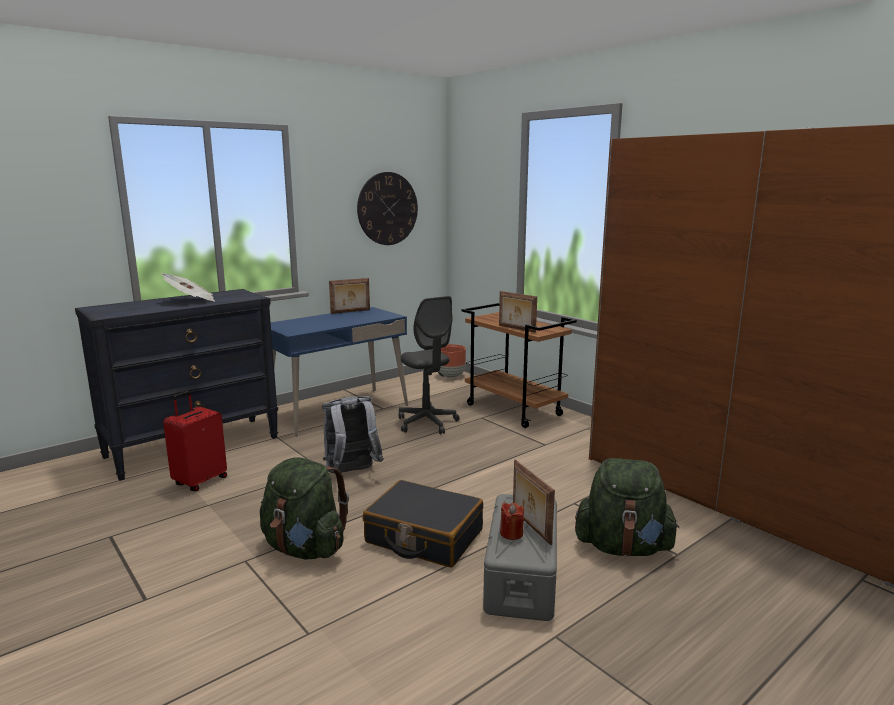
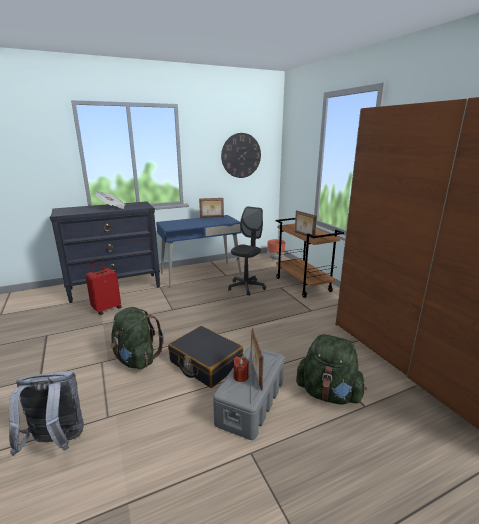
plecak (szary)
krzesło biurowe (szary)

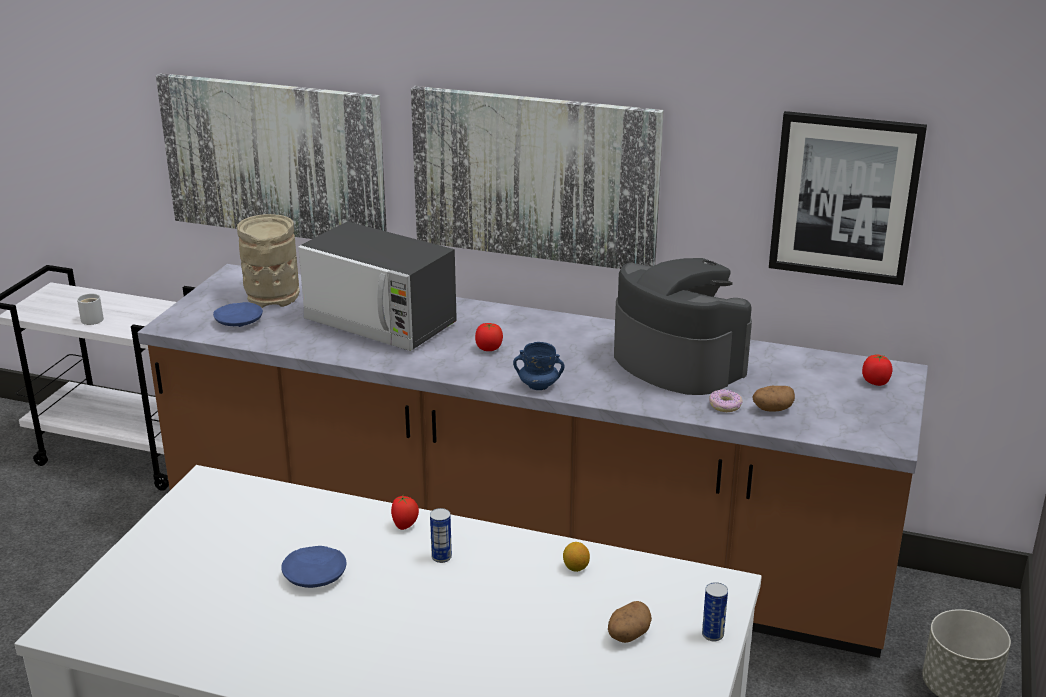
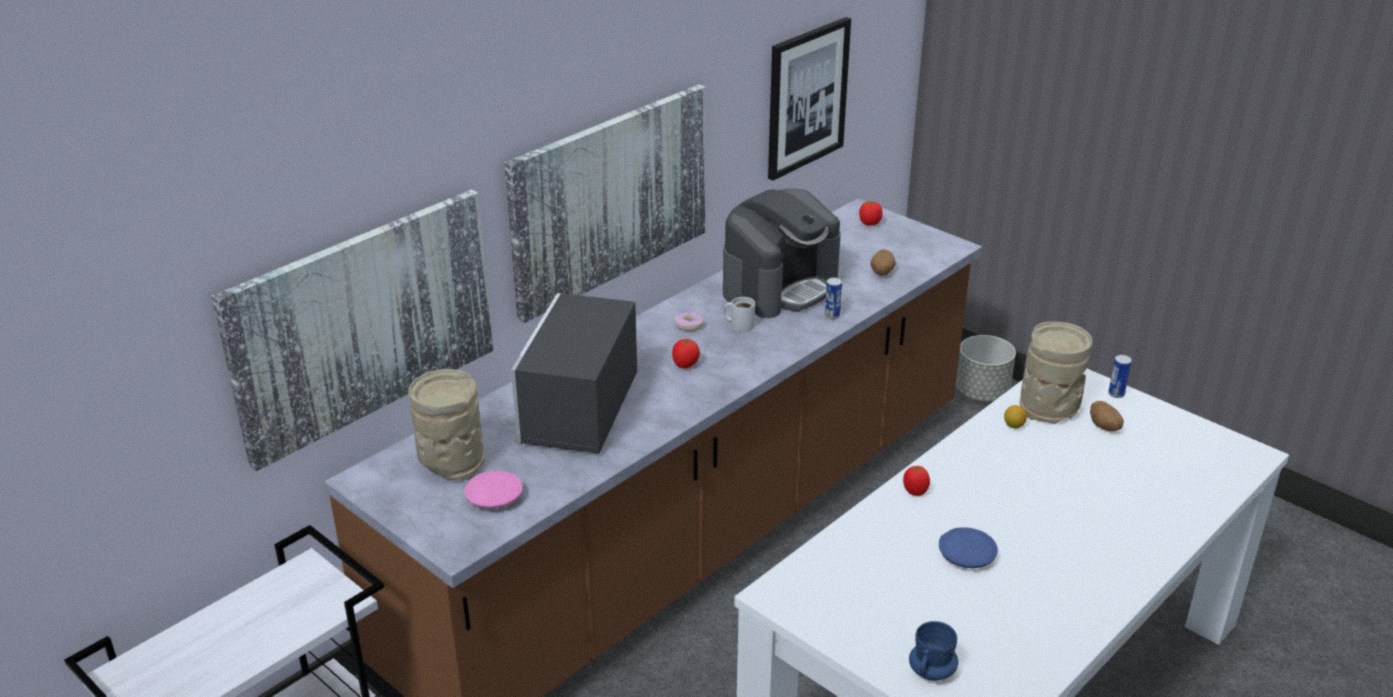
talerz (różowy)
mikrofalówka
donut
ekspres do kawy
kubek (biały)
puszka (no. 1 from left)
kubek (niebieski)
wazon (beżowy) (no. 2 from left)

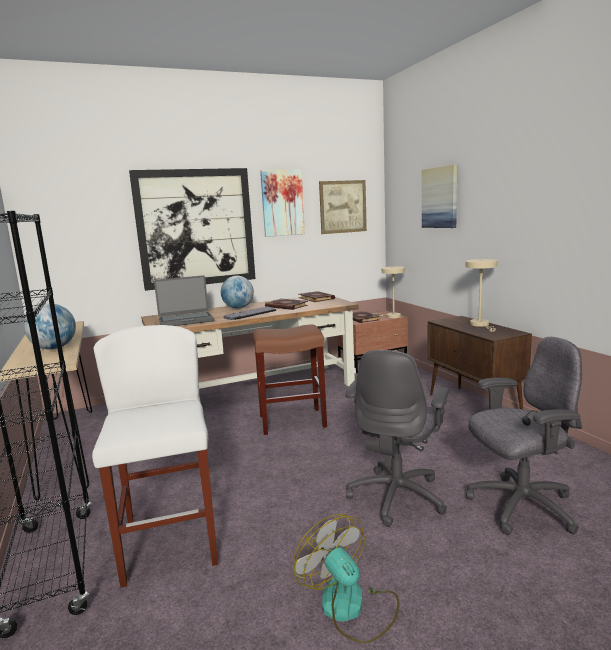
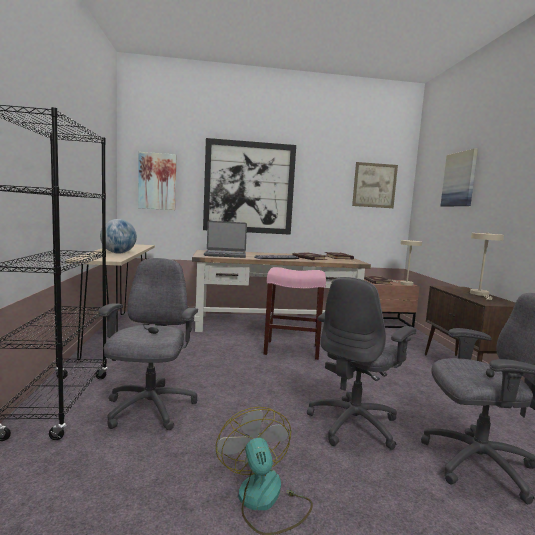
krzesło biurowe (szary) (no. 1 from left)
obraz (no. 1 from left)
stołek (różowy)
globus (no. 2 from left in the first image)

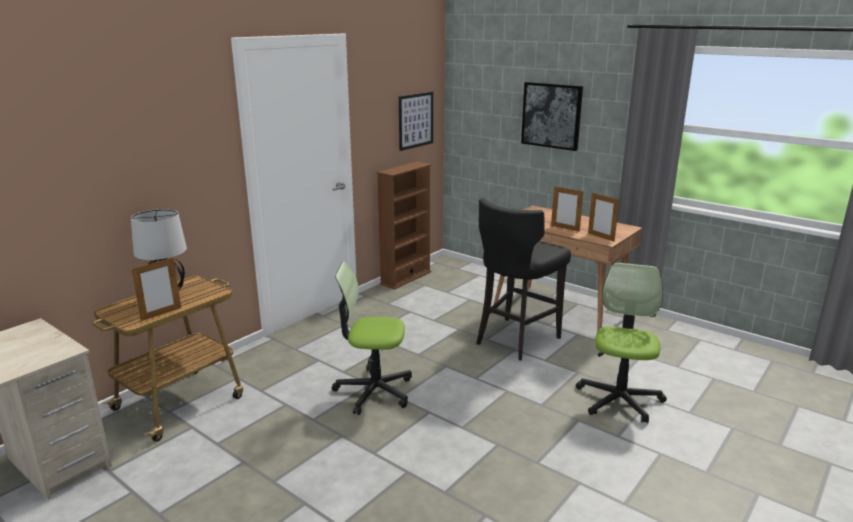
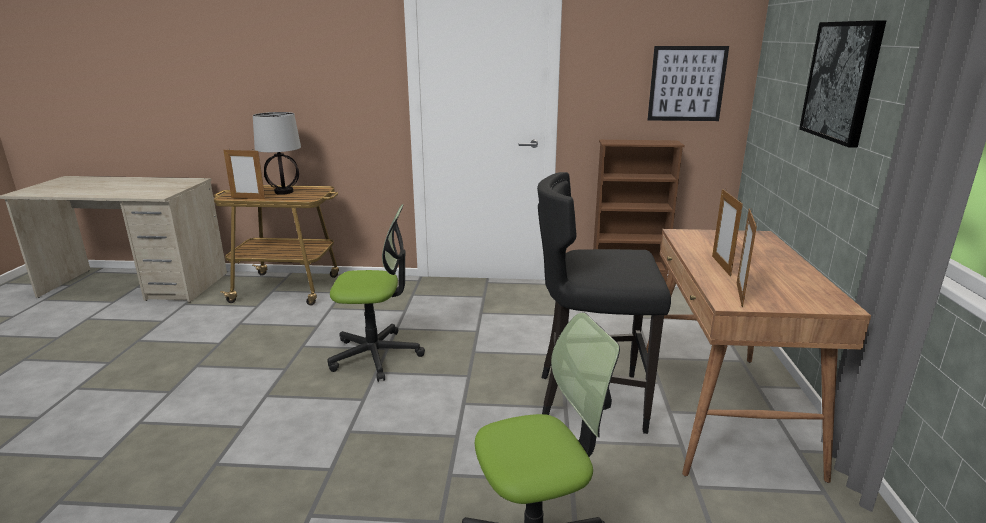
krzesło biurowe (no. 1 from left)

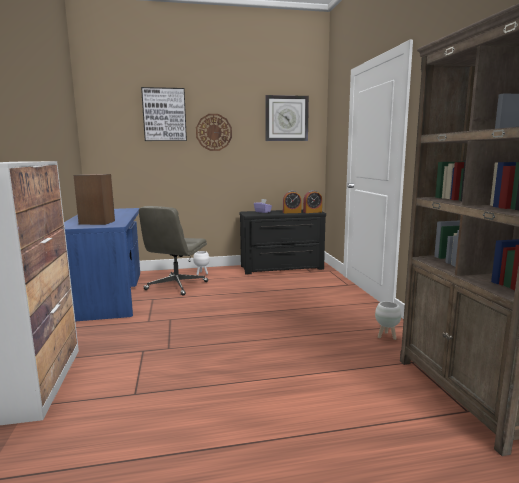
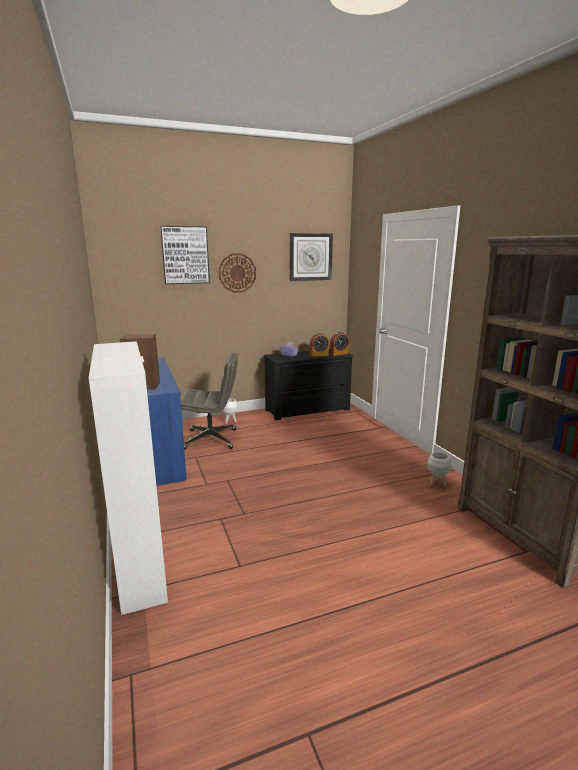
krzesło biurowe (szary)

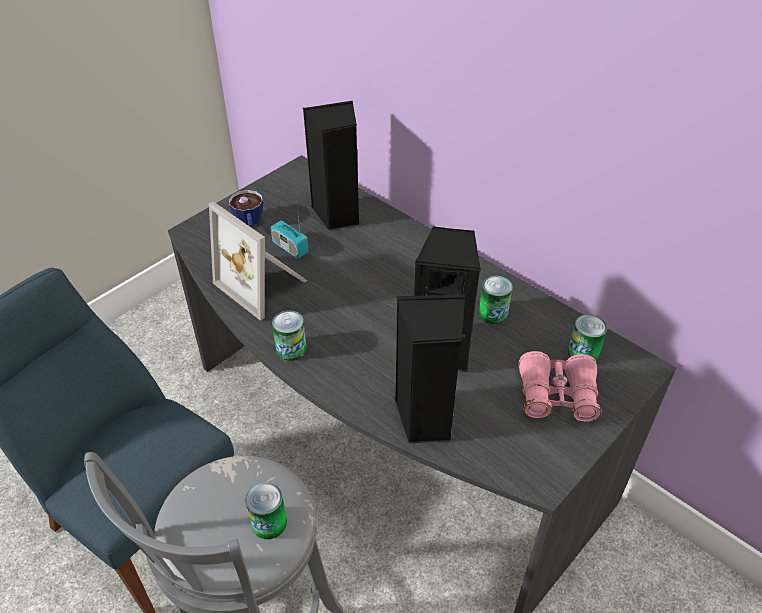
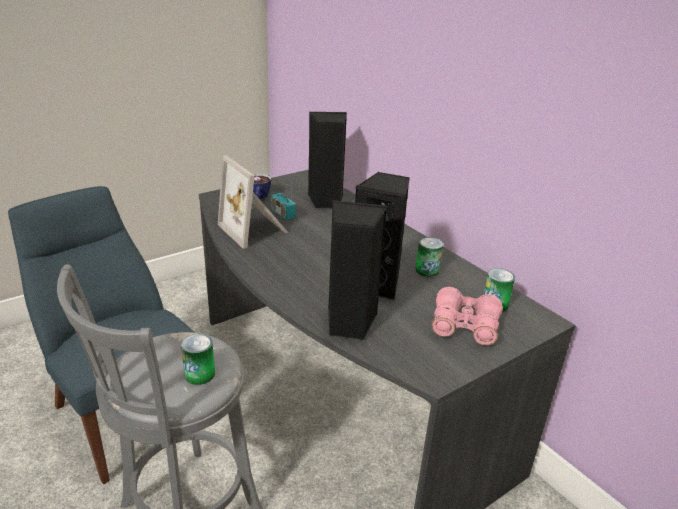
puszka (no. 2 from left in the first image)

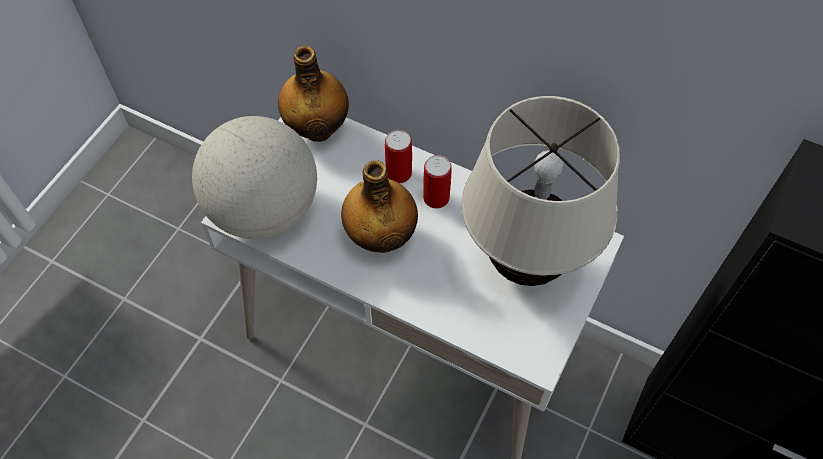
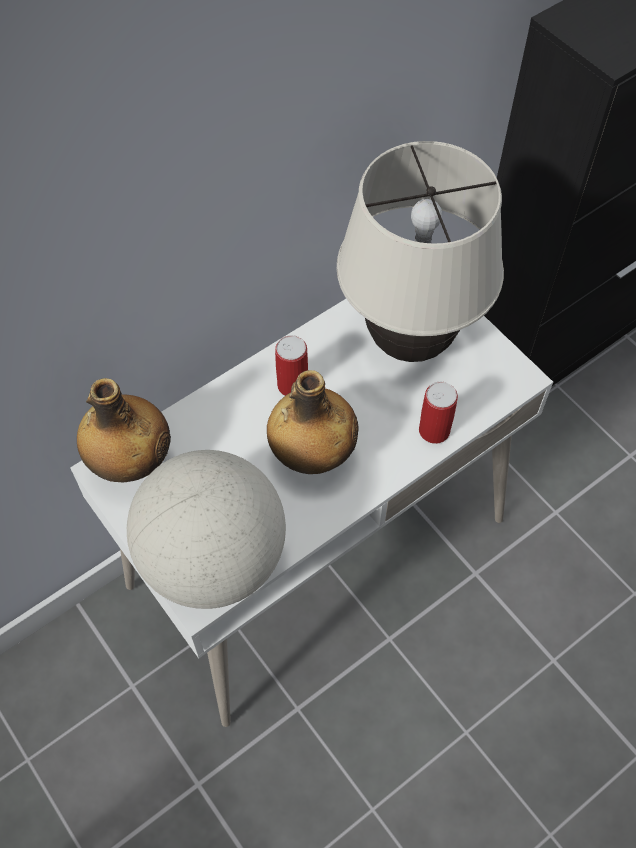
puszka (no. 2 from left)

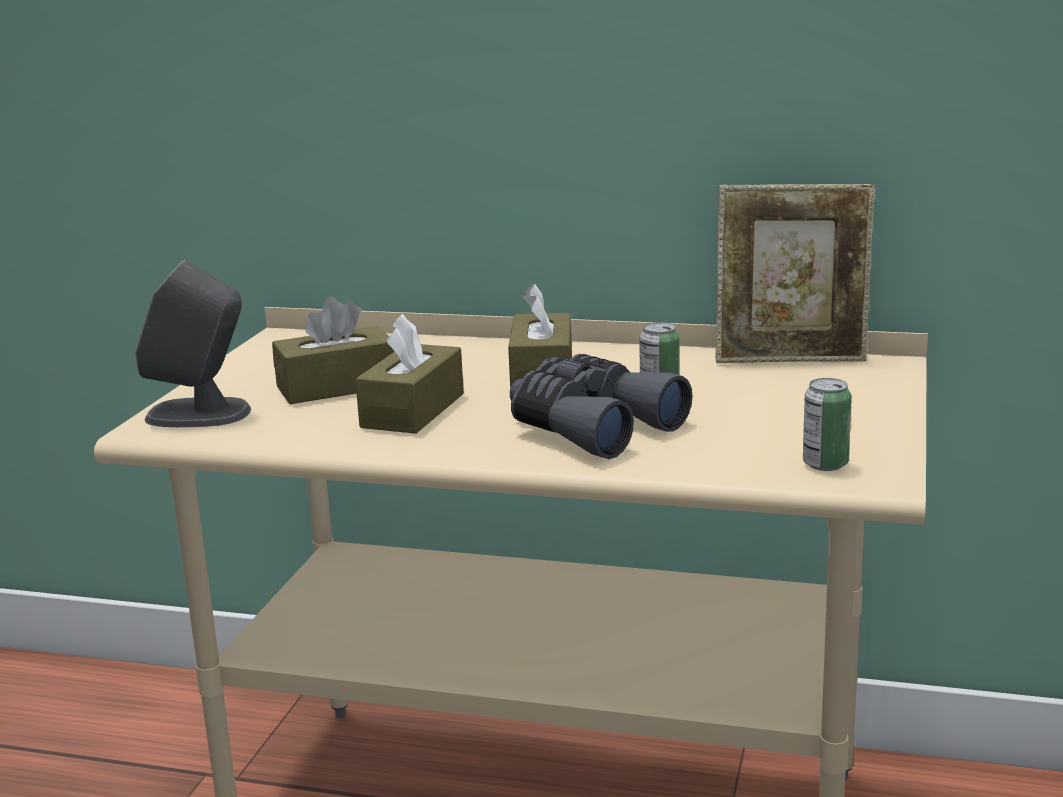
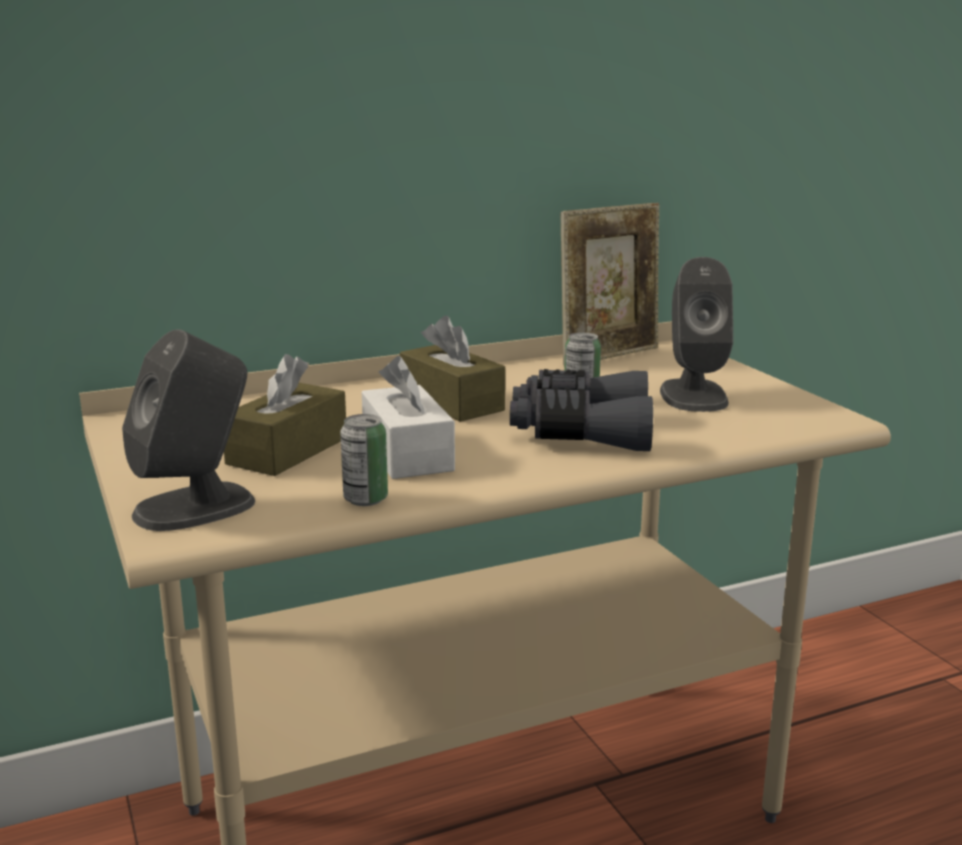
puszka (no. 1 from left)
pudełko chusteczek (biały)
głośnik (szary) (no. 2 from left)

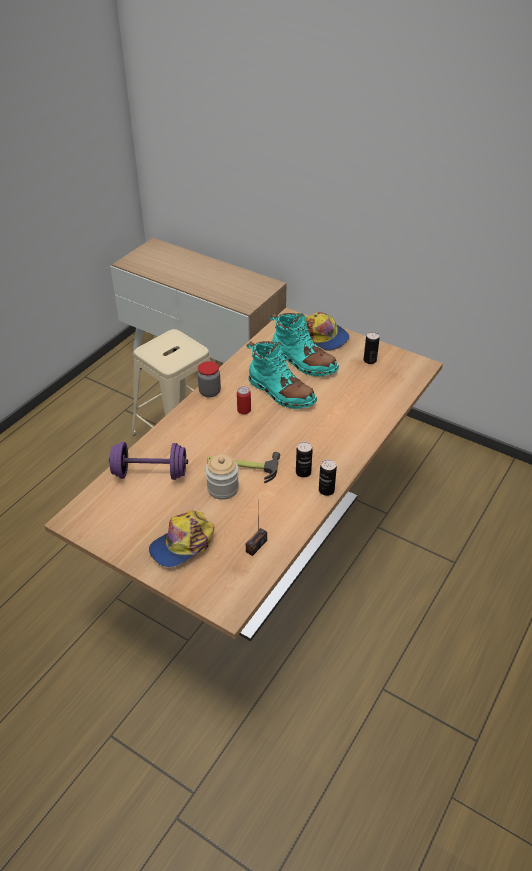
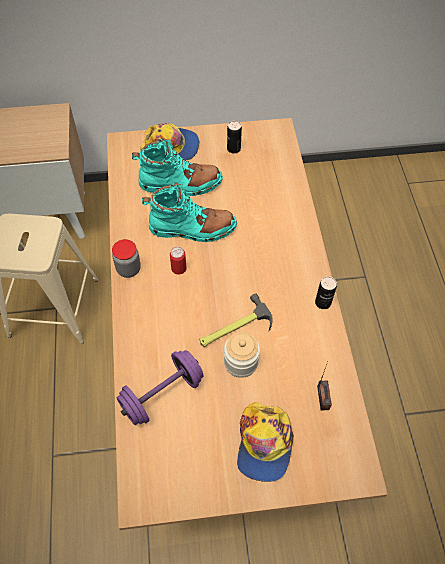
puszka (no. 2 from left in the first image)

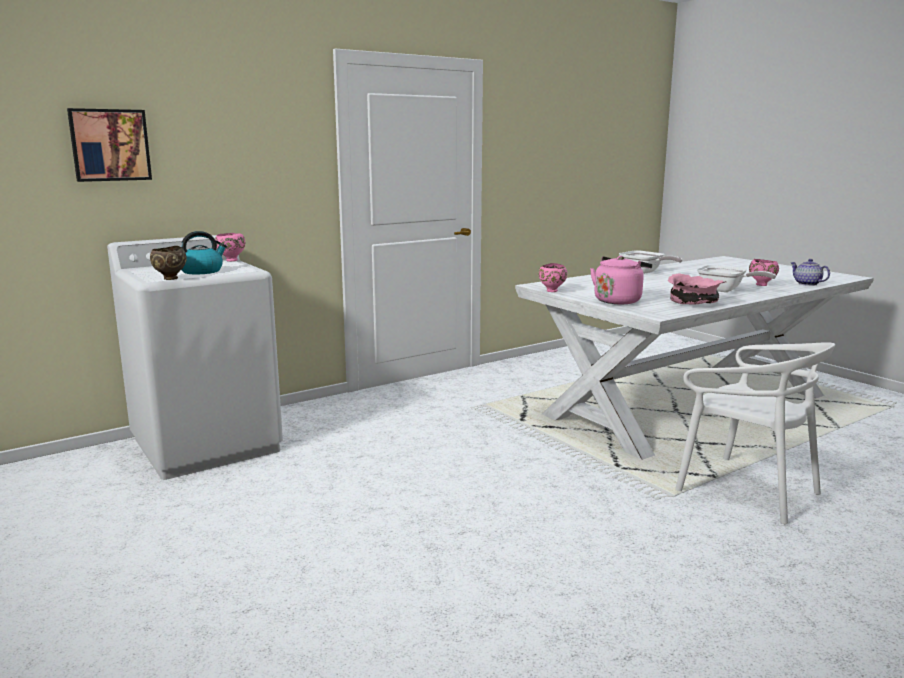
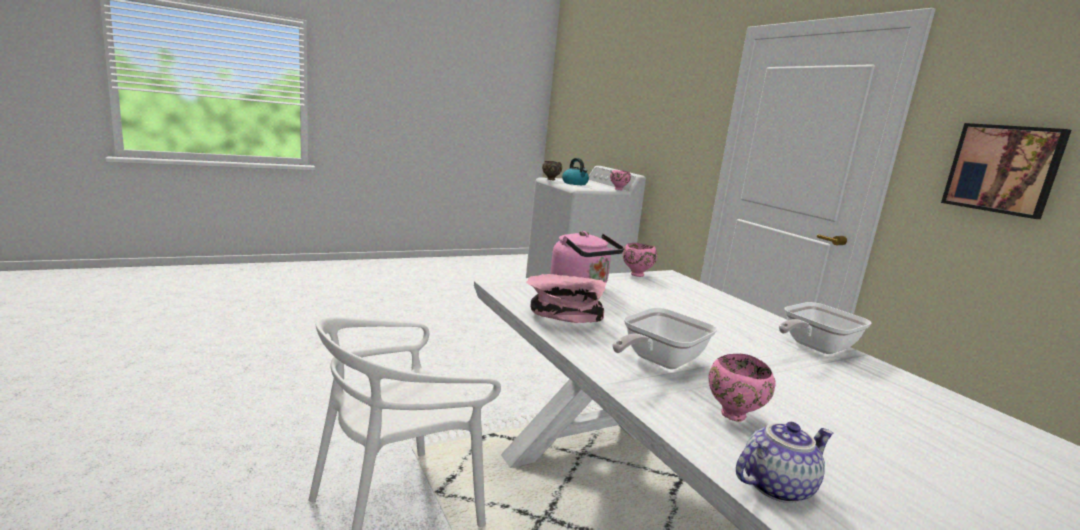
obraz

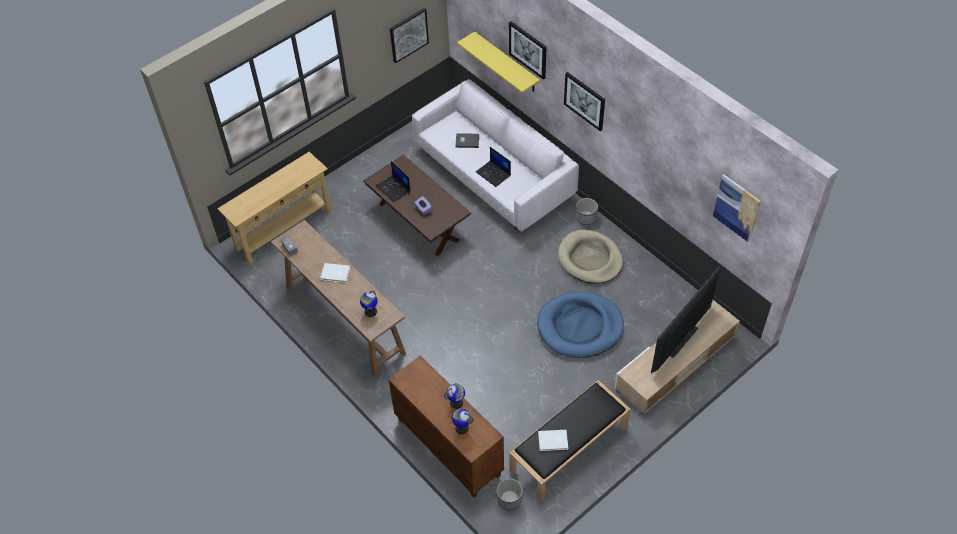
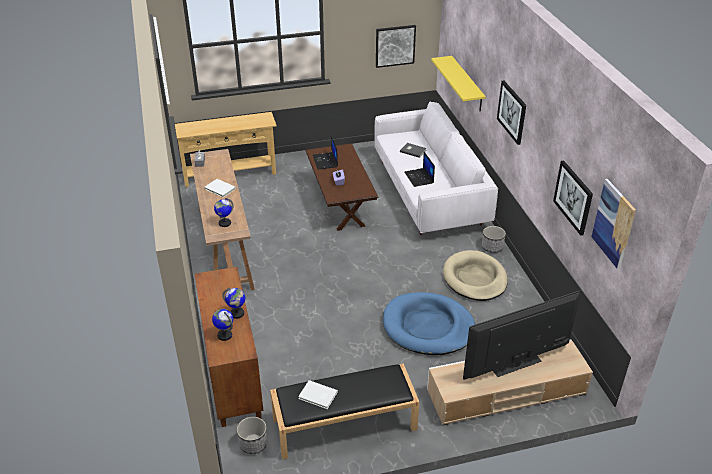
obraz (no. 3 from left)

